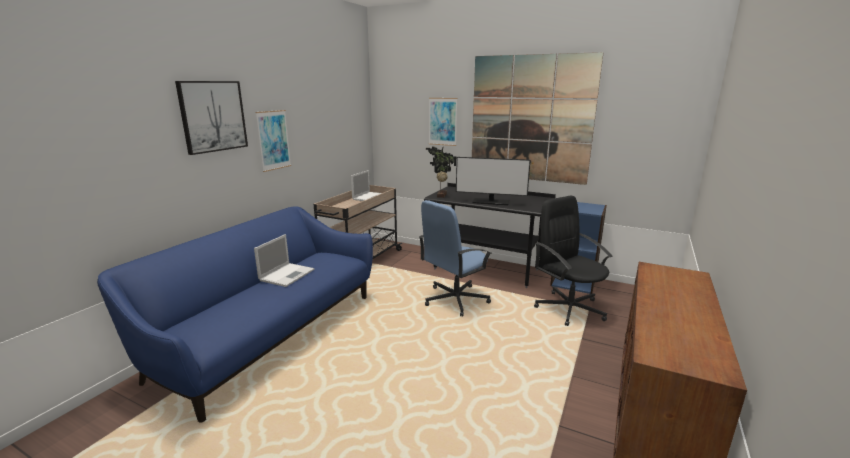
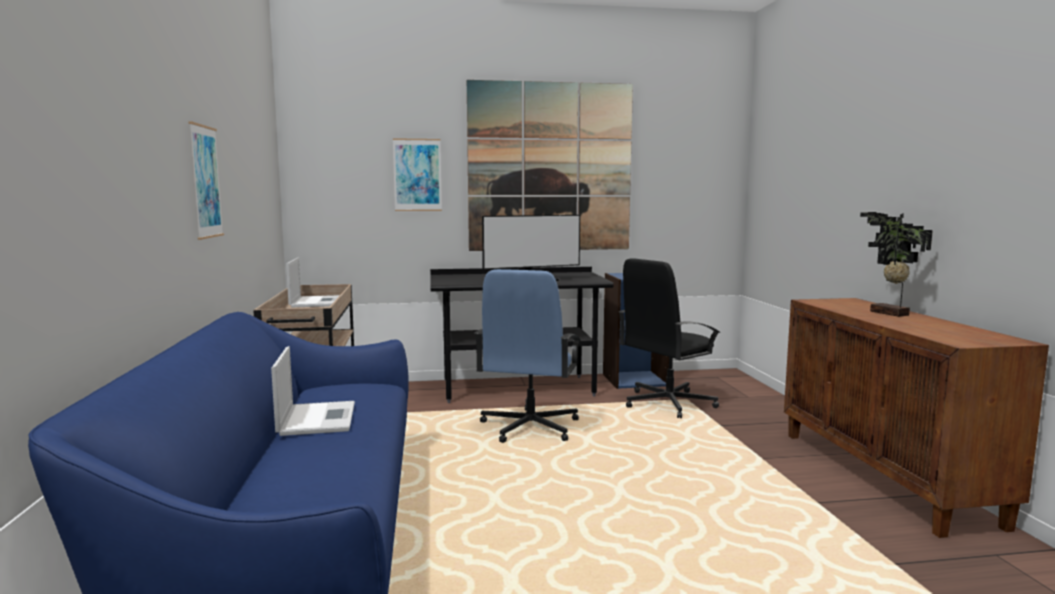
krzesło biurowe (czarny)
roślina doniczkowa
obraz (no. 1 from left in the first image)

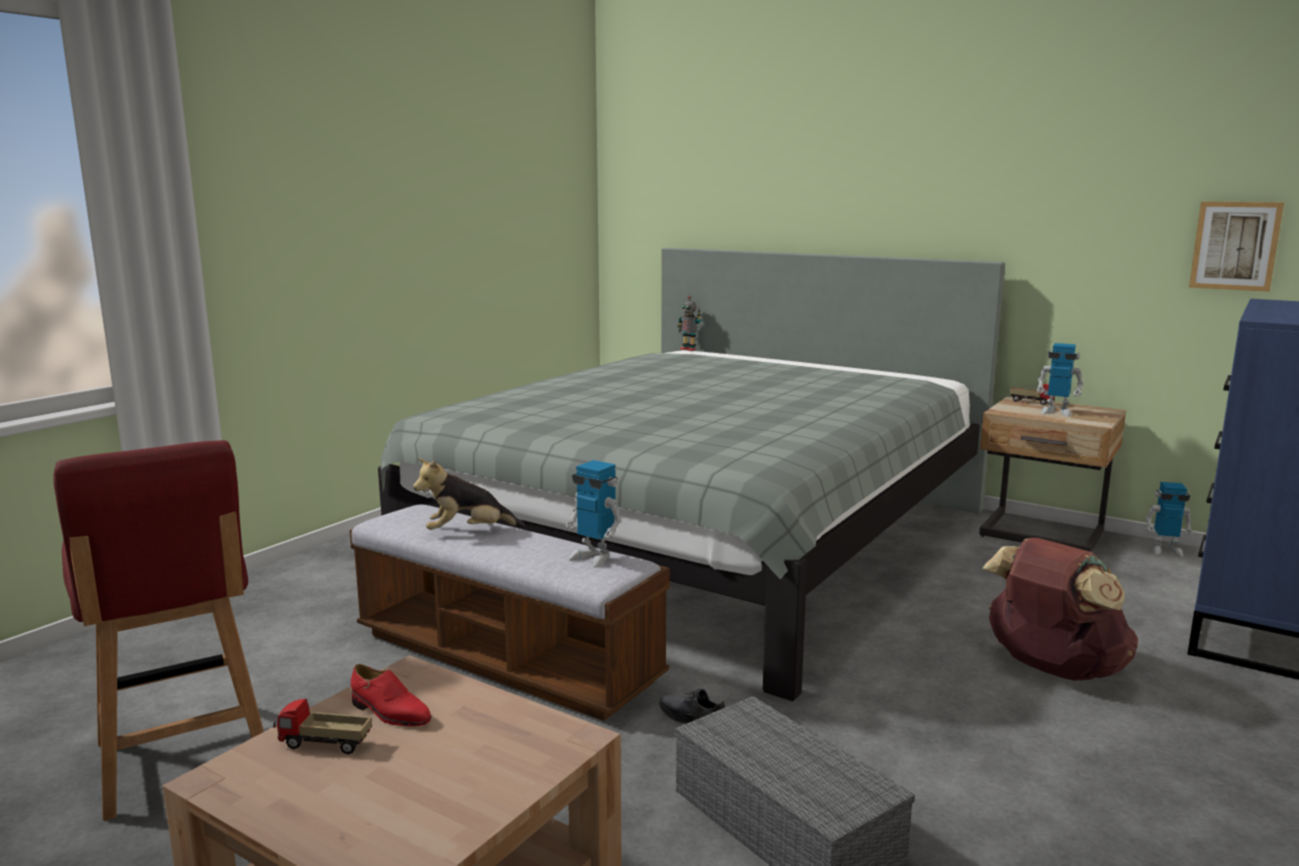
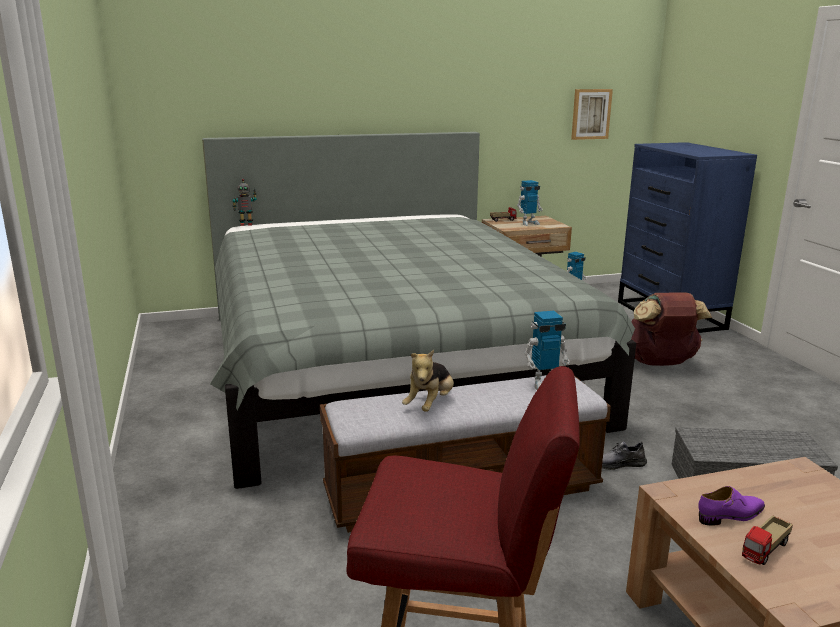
but (fioletowy)

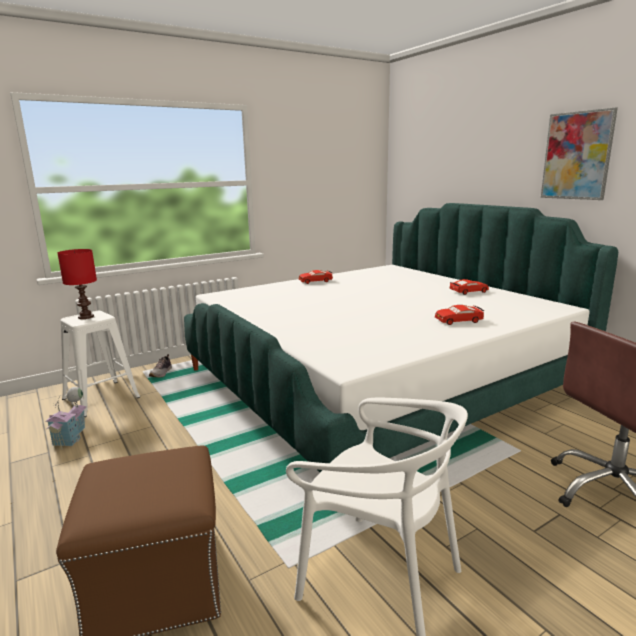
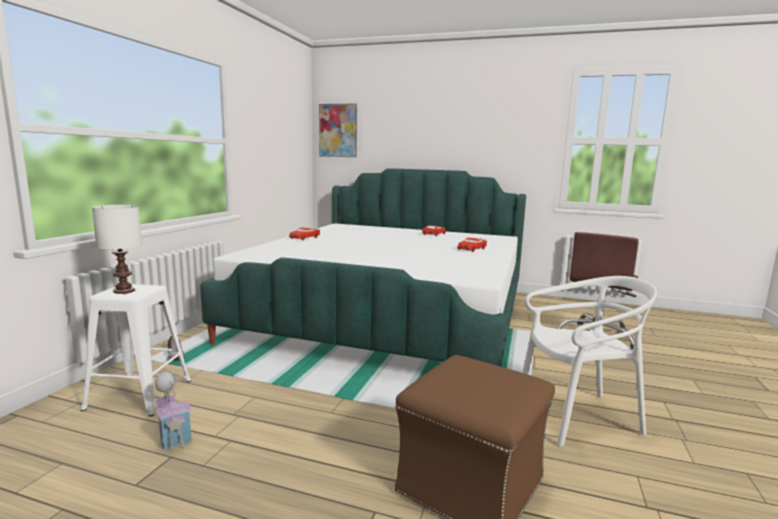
lampa stołowa (biały)
obraz

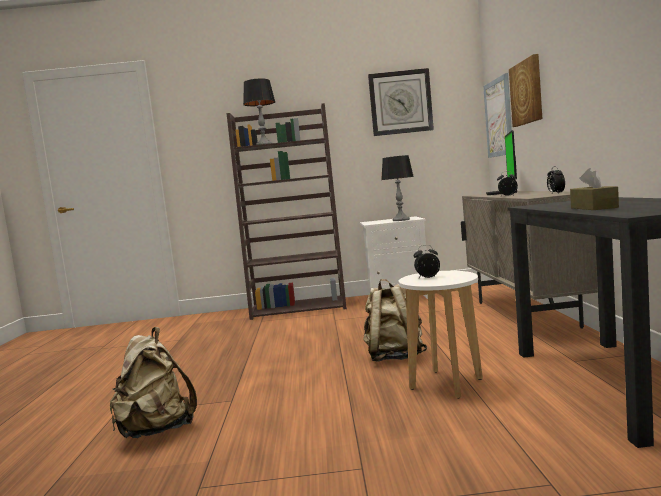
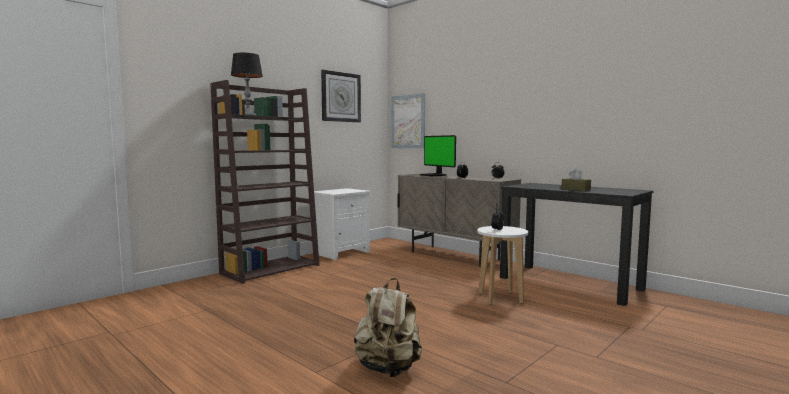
plecak (beżowy) (no. 2 from left in the first image)
lampa stołowa (no. 2 from left in the first image)
obraz (no. 2 from left in the first image)

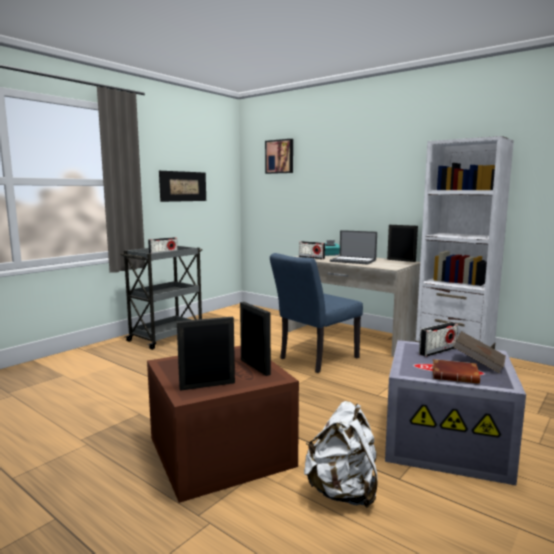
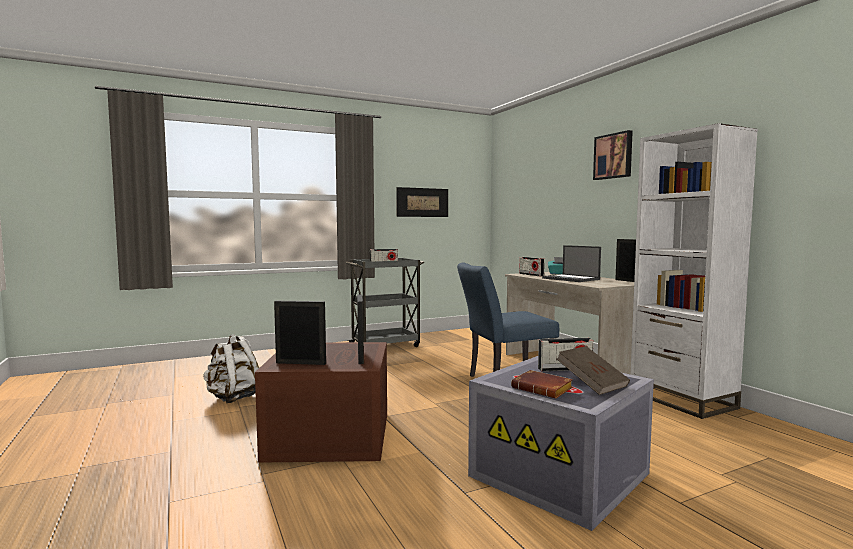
plecak (biały)
obraz (no. 2 from left)

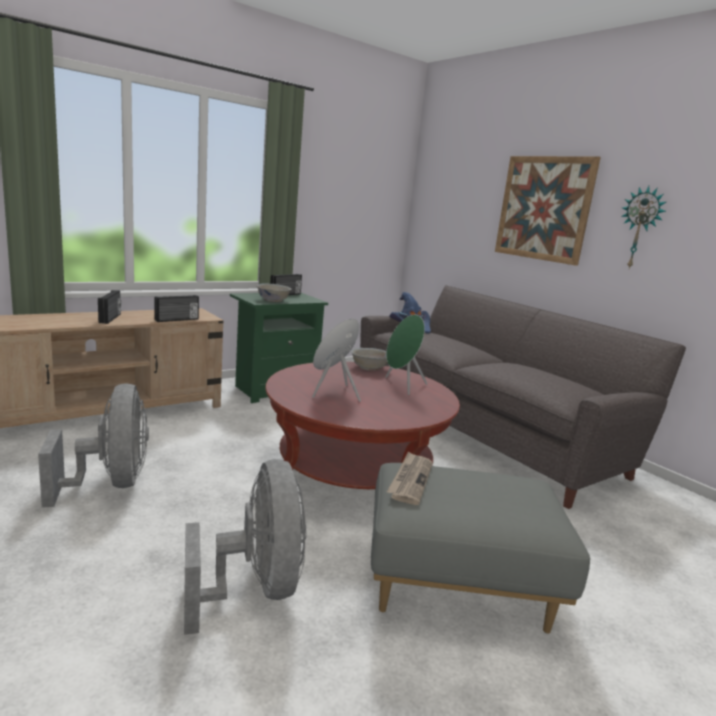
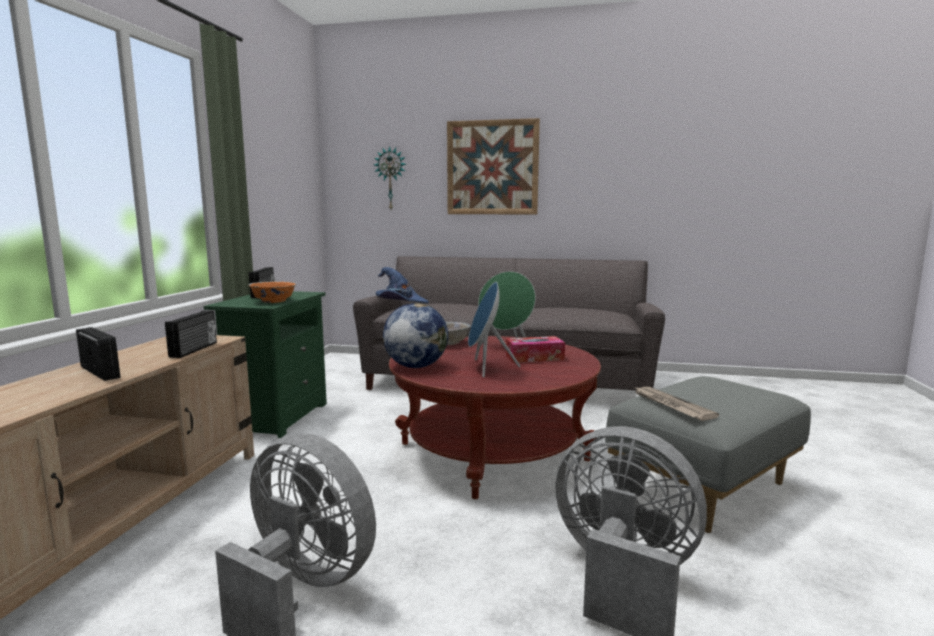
miska (pomarańczowy)
zegar ścienny
globus
pudełko chusteczek

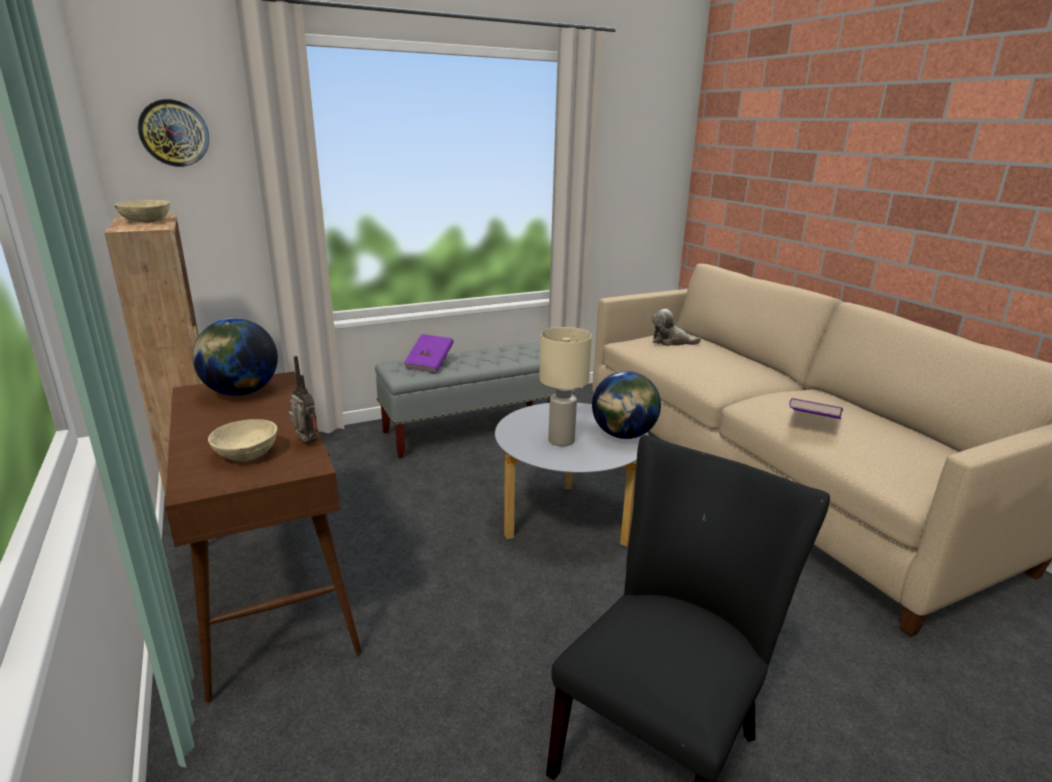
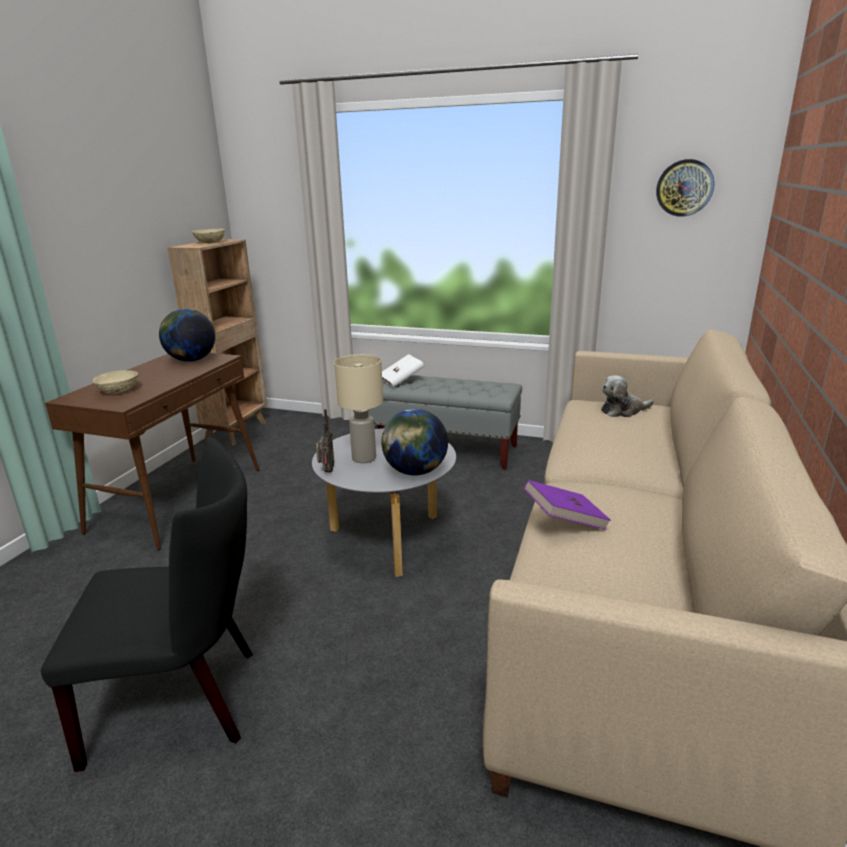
radio
książka (biały)
pluszak
zegar ścienny

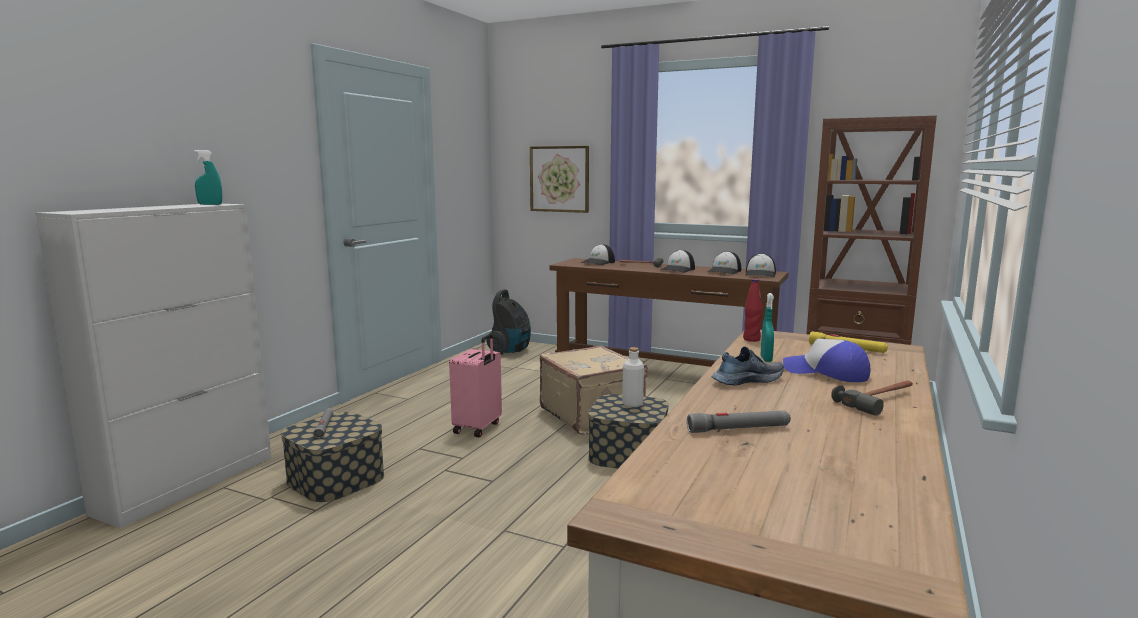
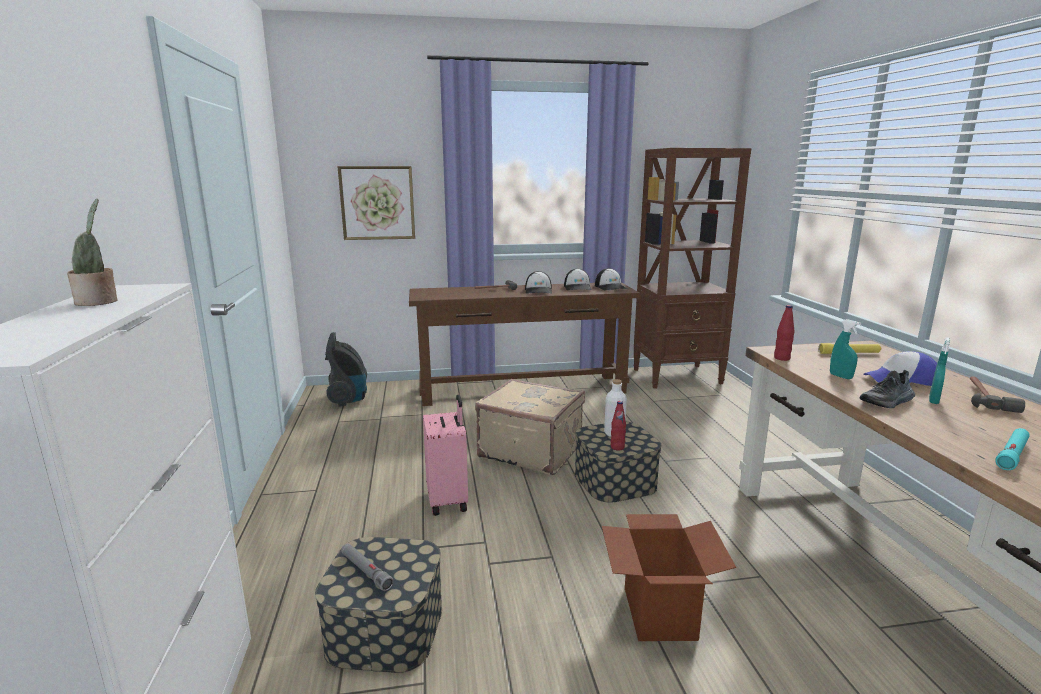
roślina doniczkowa
karton
butelka (czerwony) (no. 1 from left)
but
spryskiwacz (turkusowy) (no. 2 from left)
latarka (turkusowy)
czapka z daszkiem (no. 1 from left in the first image)

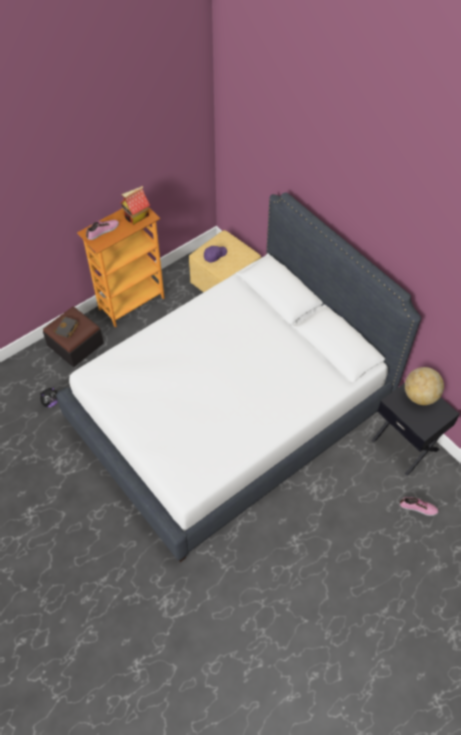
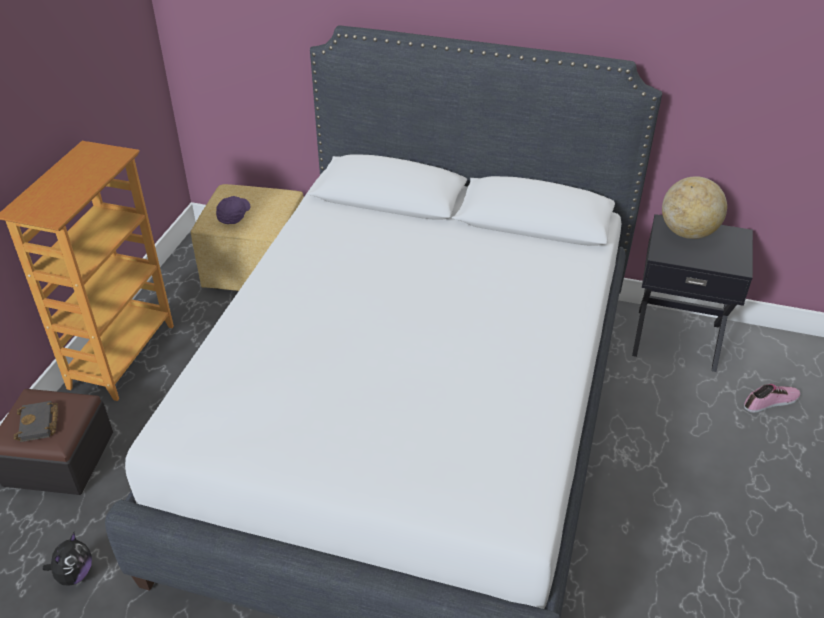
but (no. 1 from left in the first image)
domek

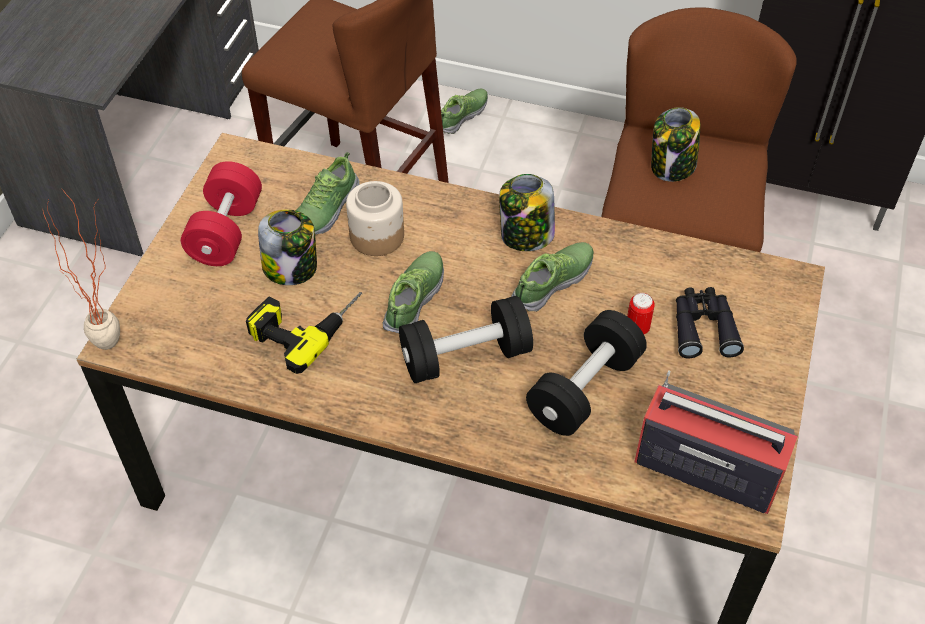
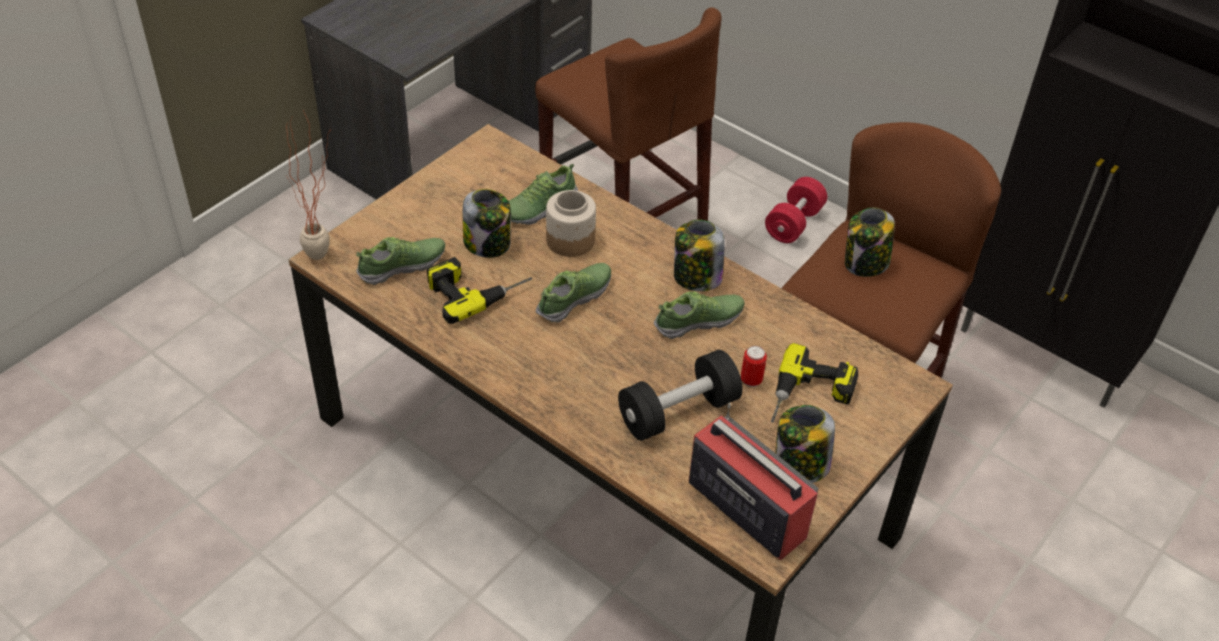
but (no. 1 from left)
hantel (czerwony)
wiertarka (no. 2 from left)
słoik (no. 4 from left)
hantel (czarny) (no. 1 from left in the first image)

